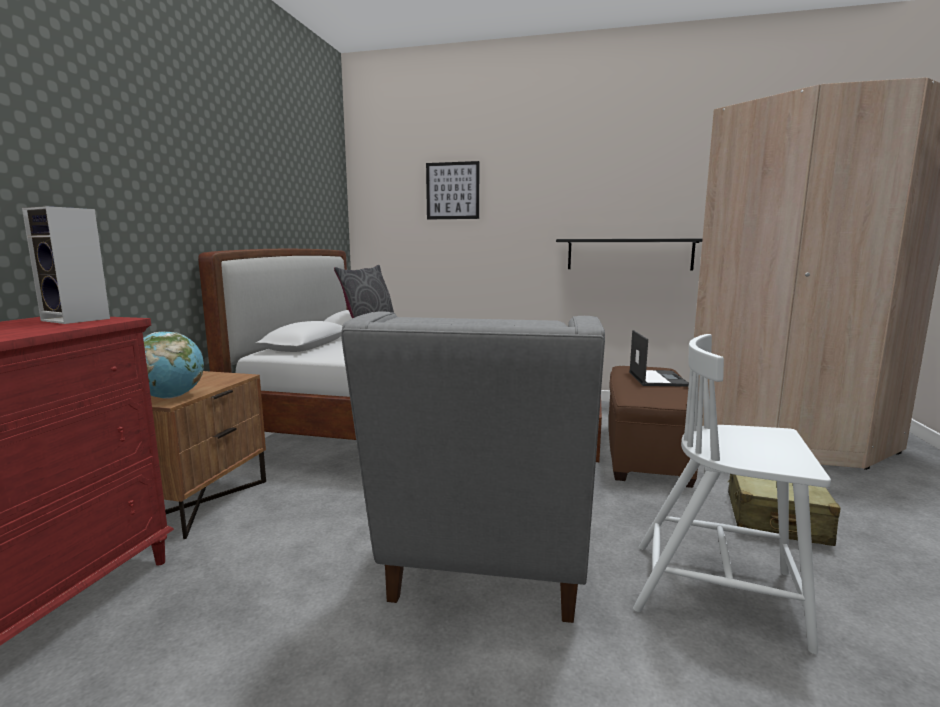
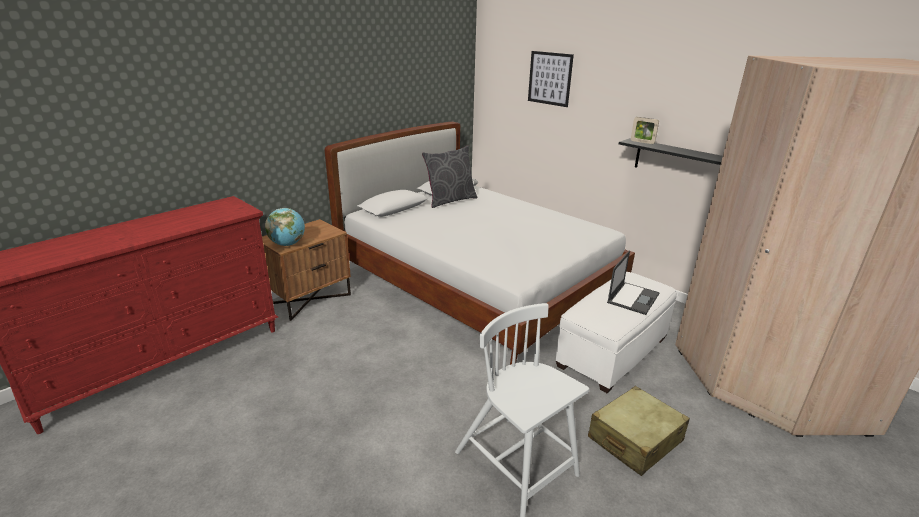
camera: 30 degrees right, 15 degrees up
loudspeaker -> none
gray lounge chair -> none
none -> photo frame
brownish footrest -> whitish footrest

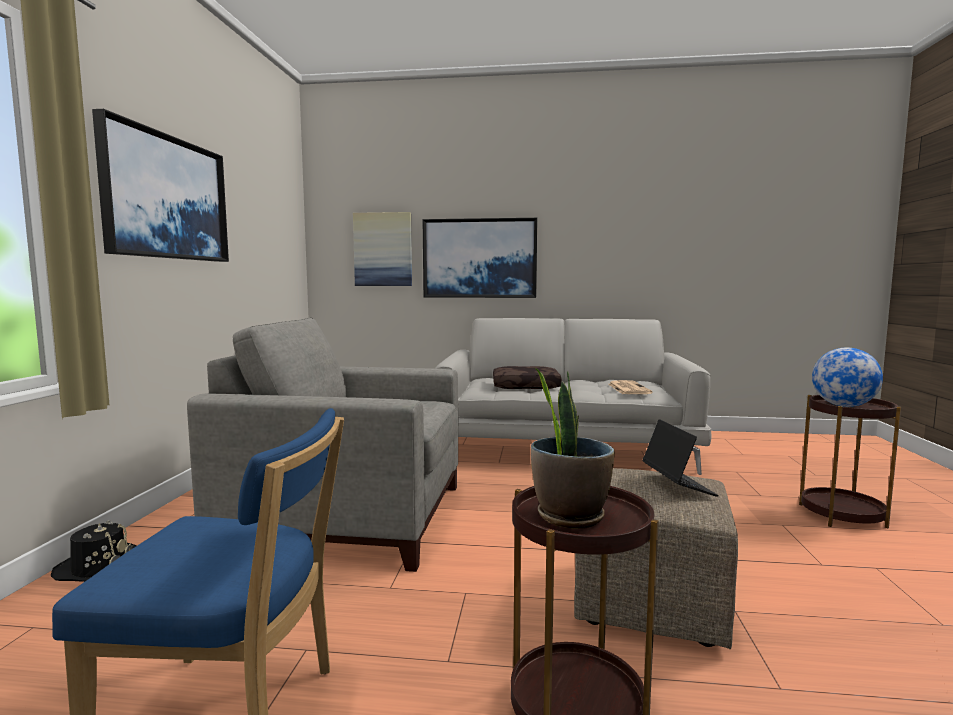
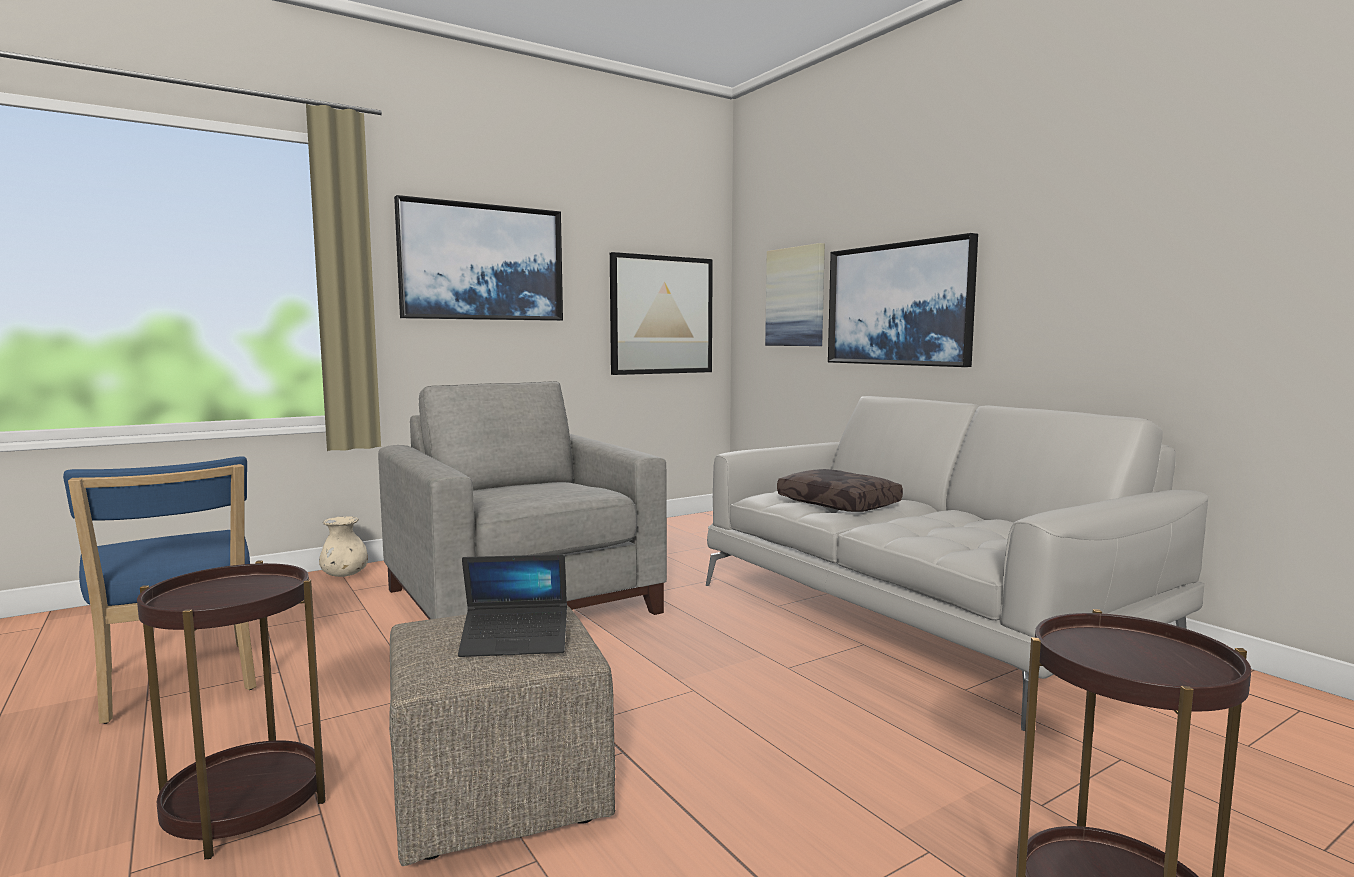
camera: 50 degrees right, 0 degrees up
houseplant -> none
daily paper -> none
desk globe -> none
none -> wall picture (no. 2 from left)
black wearable hat -> beige-coloured flower vase
laptop, 45 degrees clockwise

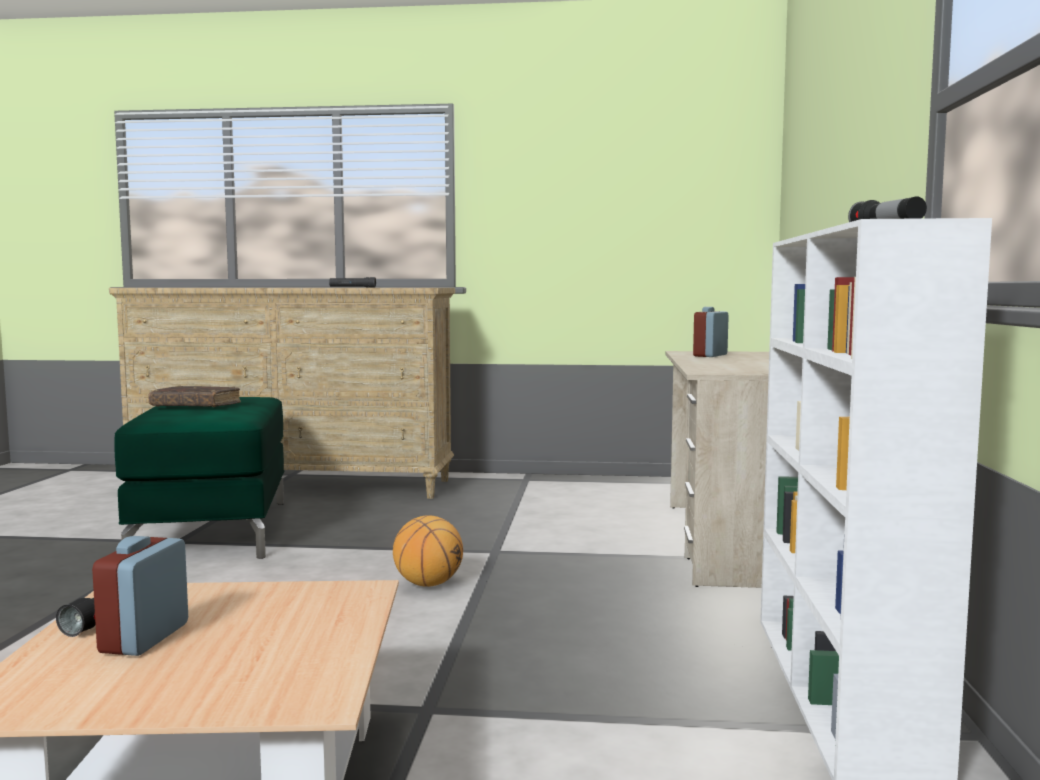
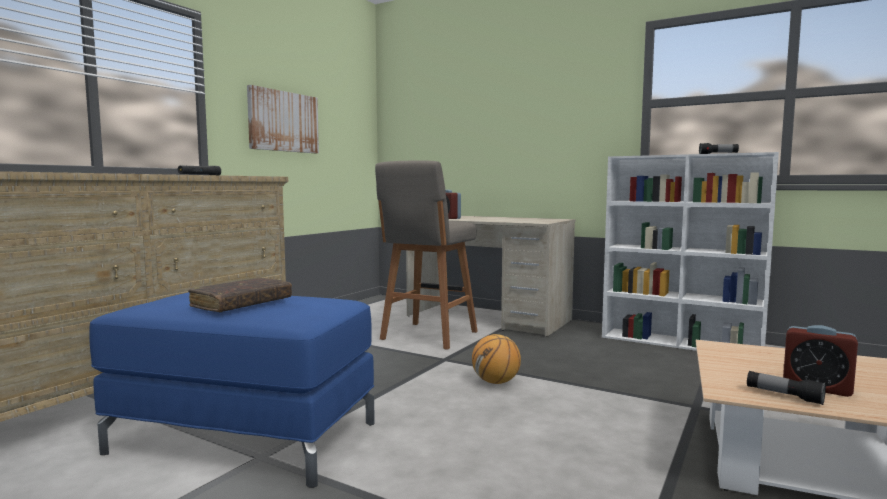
camera: 65 degrees left, 0 degrees up
none -> wall picture
none -> gray stool seat
green-coloured footrest -> blue-coloured footrest

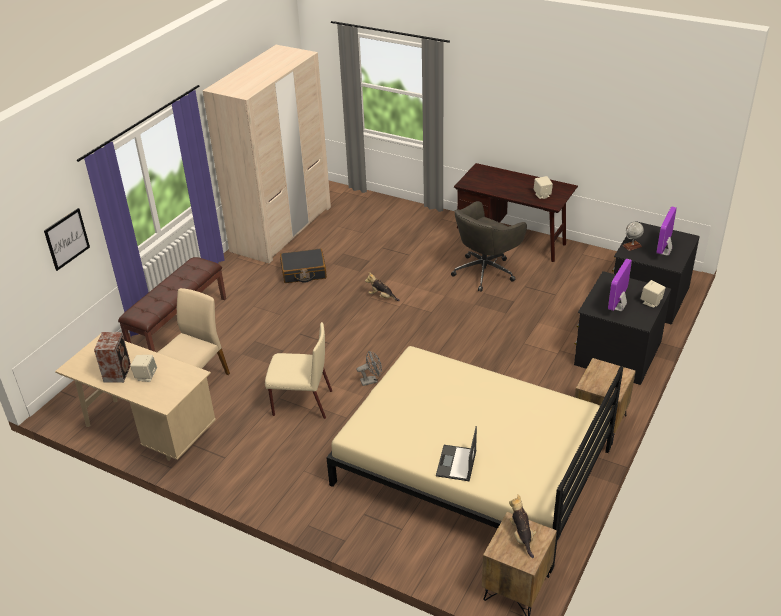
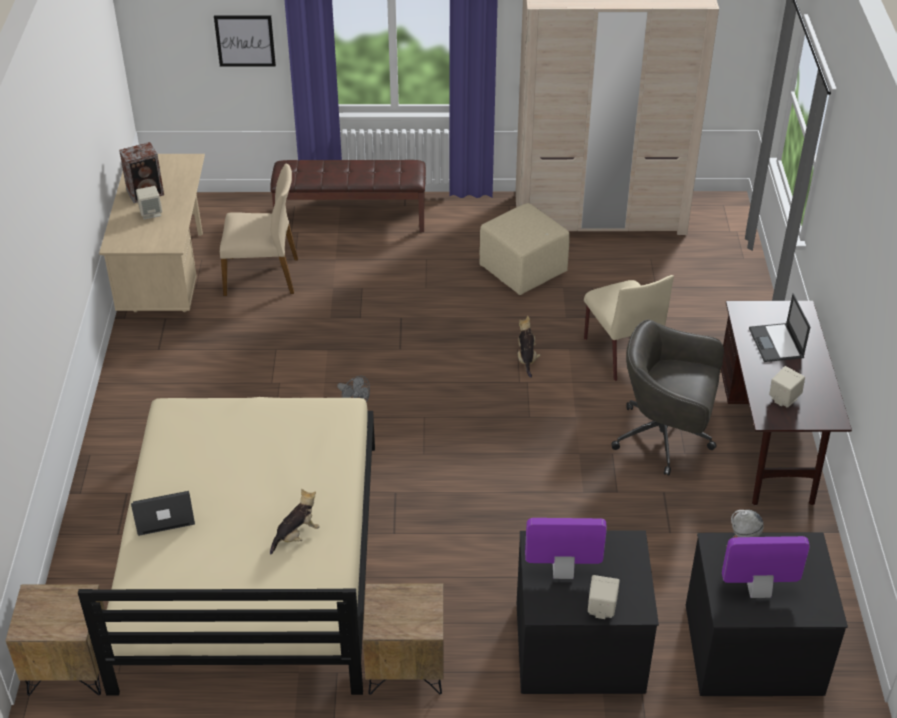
camera: 60 degrees right, 5 degrees up
none -> laptop (no. 2 from left)
beige-coloured upright chair (no. 2 from left), shifted
cuddly toy (no. 2 from left in the first image) -> cuddly toy (no. 1 from left), shifted
black travel case -> beige-coloured footrest

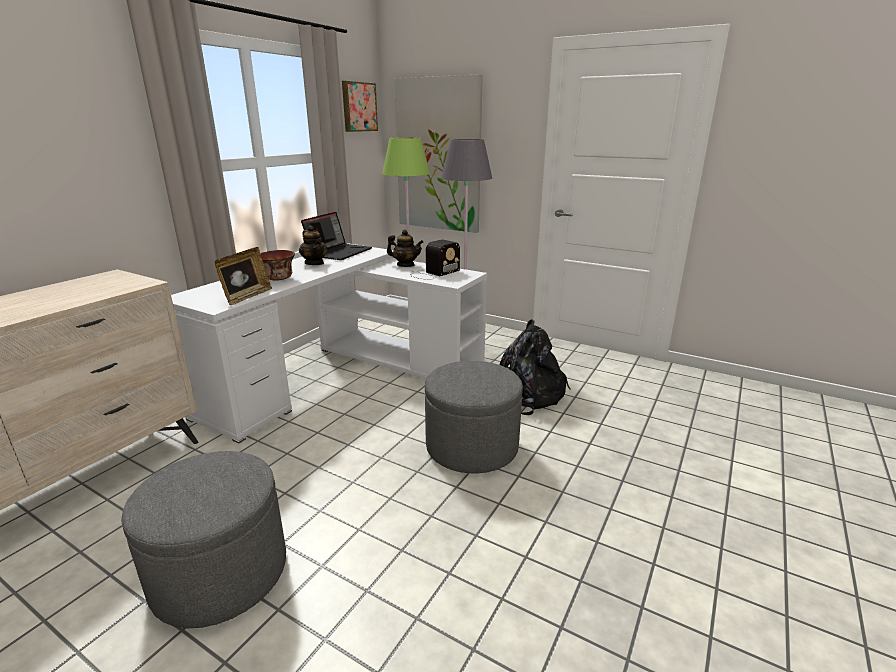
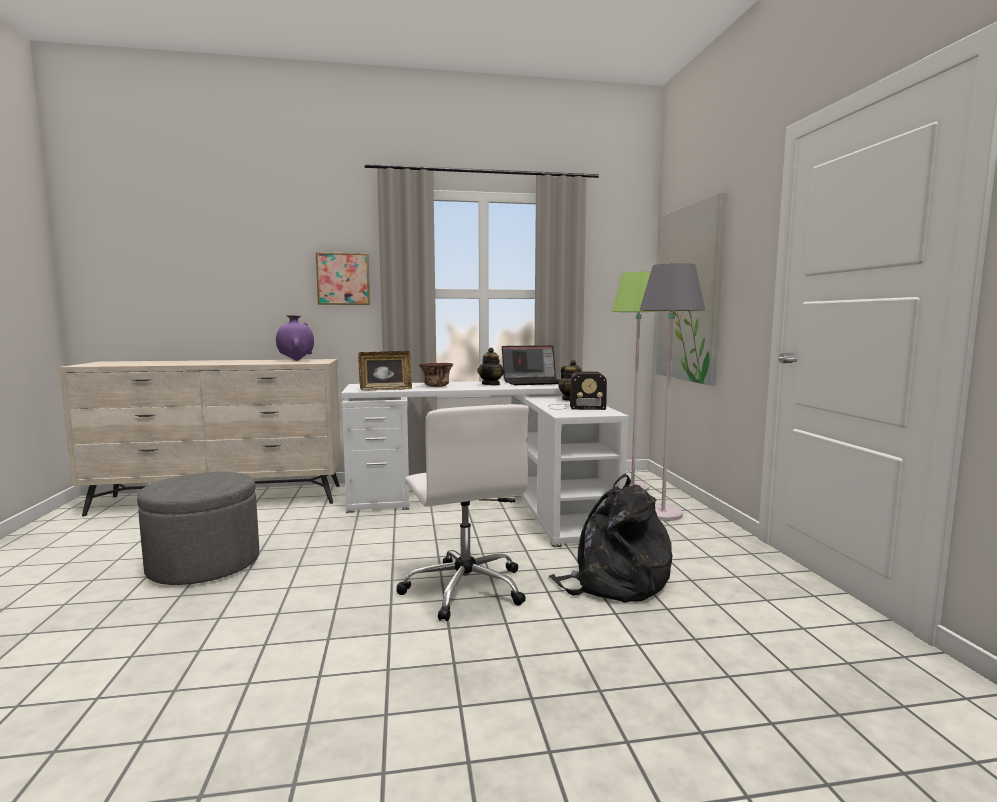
camera: 50 degrees right, 15 degrees down
none -> purplish flower vase
wall picture (no. 1 from left), shifted
gray footrest (no. 2 from left) -> whitish computer chair

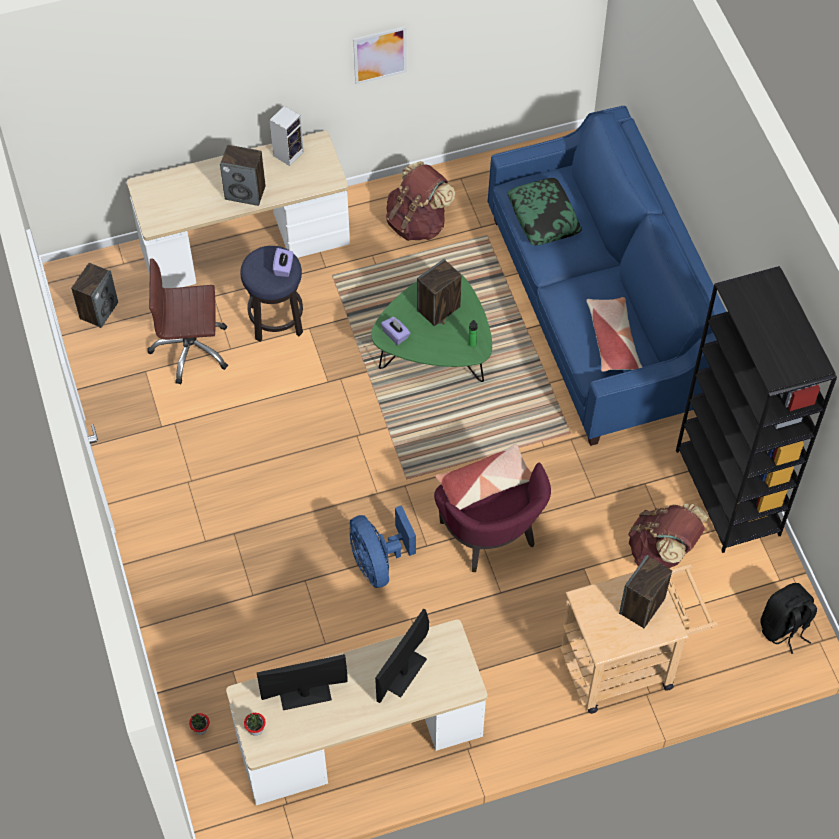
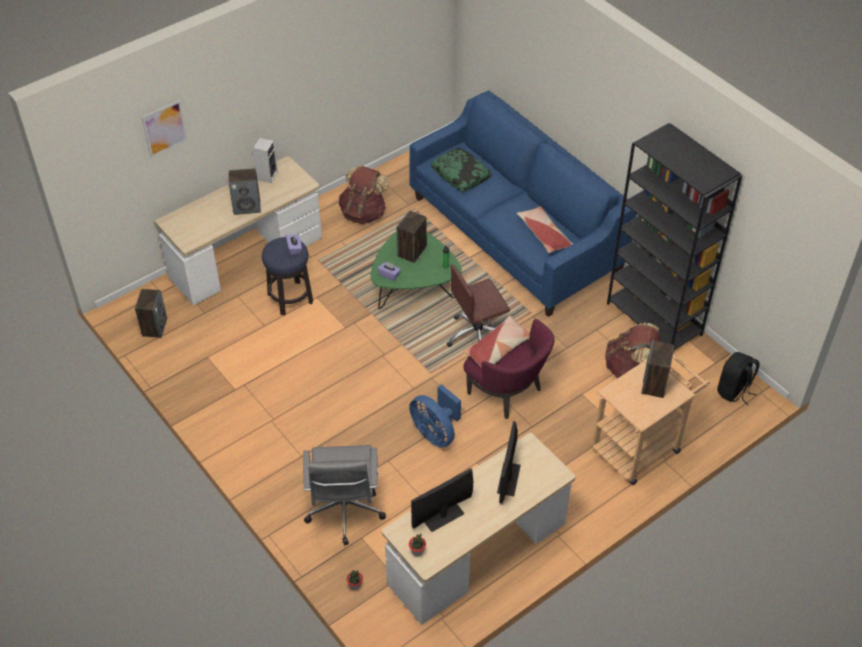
camera: 20 degrees left, 10 degrees down
none -> gray computer chair
brownish computer chair, shifted
wall picture, shifted

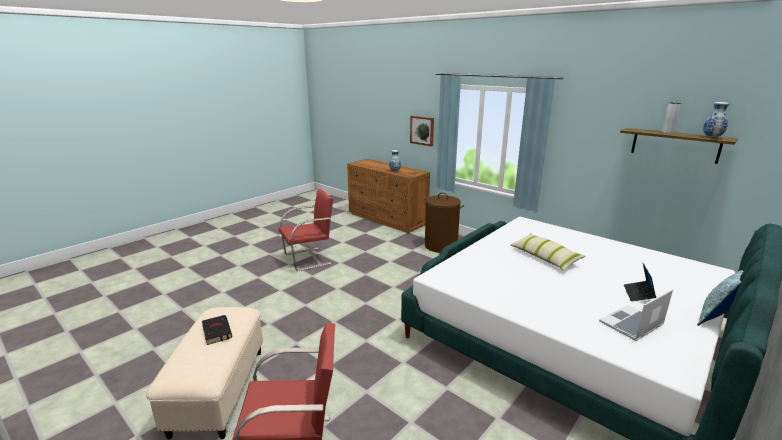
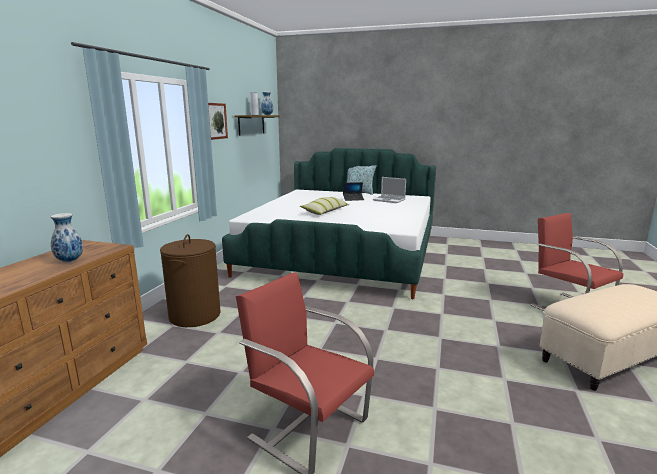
camera: 115 degrees left, 5 degrees down
black book -> none
wall picture, shifted

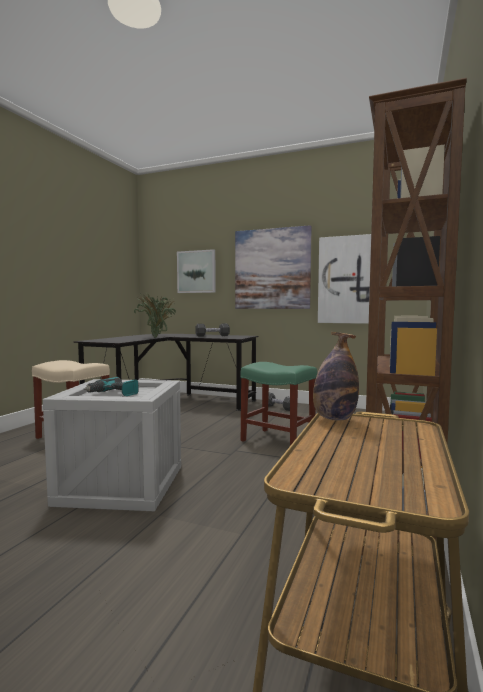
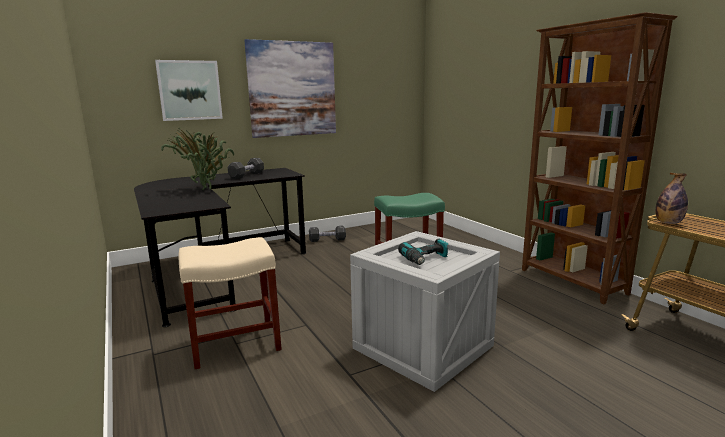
camera: 50 degrees left, 10 degrees up
wall picture (no. 3 from left) -> none

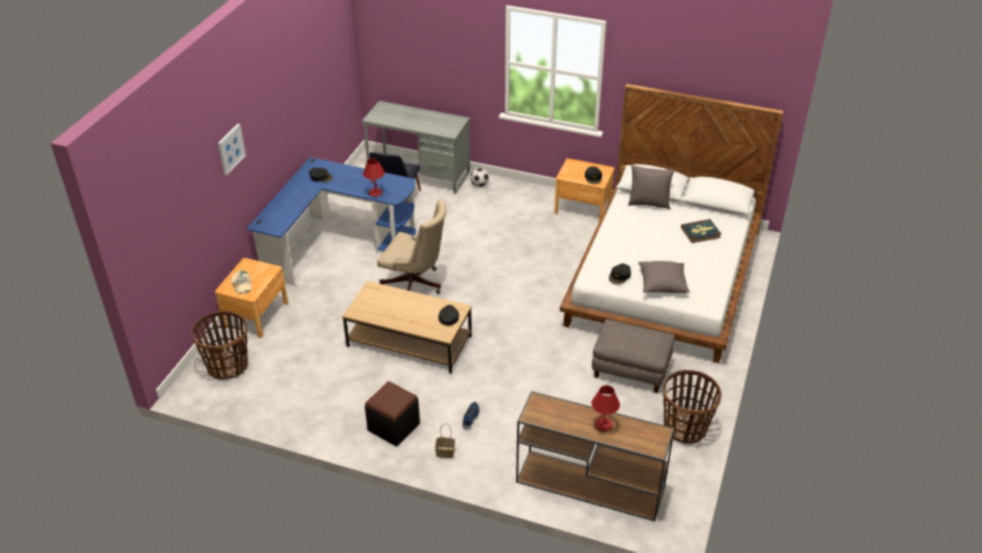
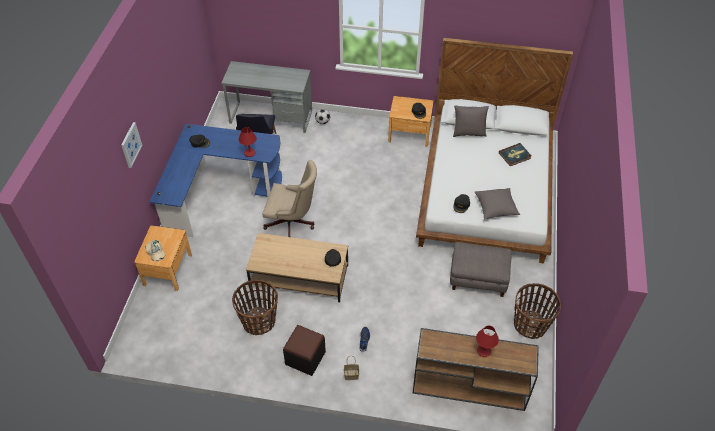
camera: 10 degrees left, 10 degrees up
household basket (no. 1 from left), shifted

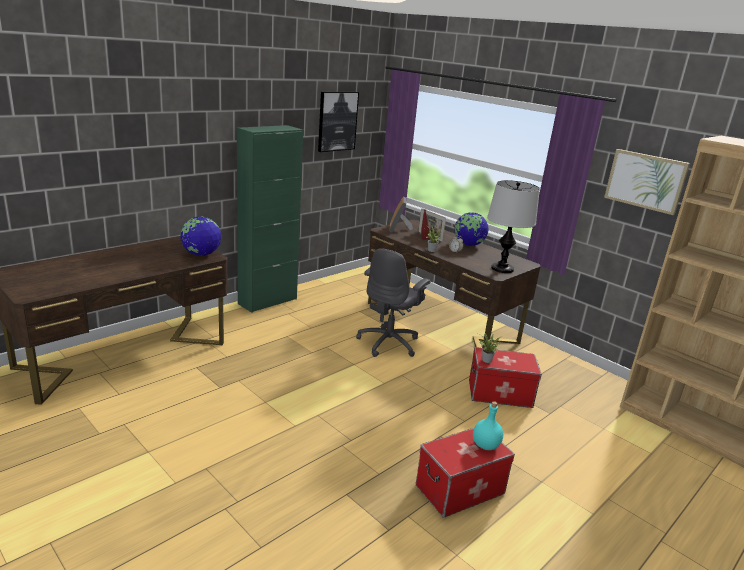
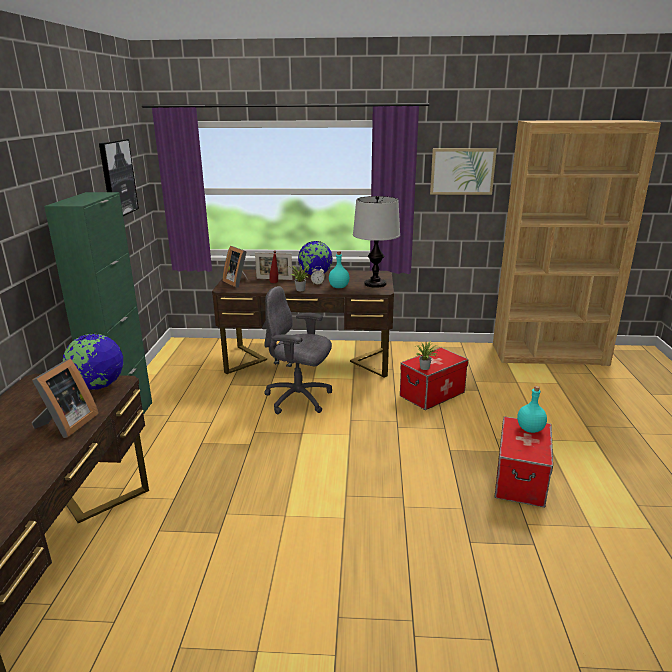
camera: 40 degrees left, 0 degrees up
none -> photo frame (no. 1 from left)
none -> turquoise drink bottle (no. 1 from left)
gray computer chair, 120 degrees clockwise

